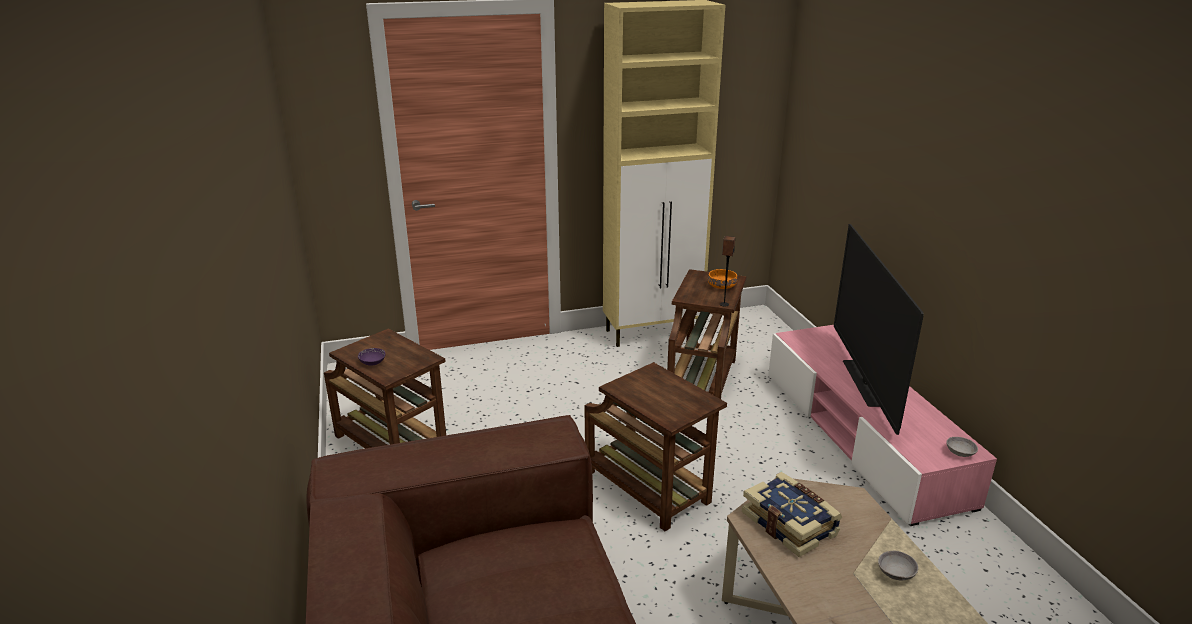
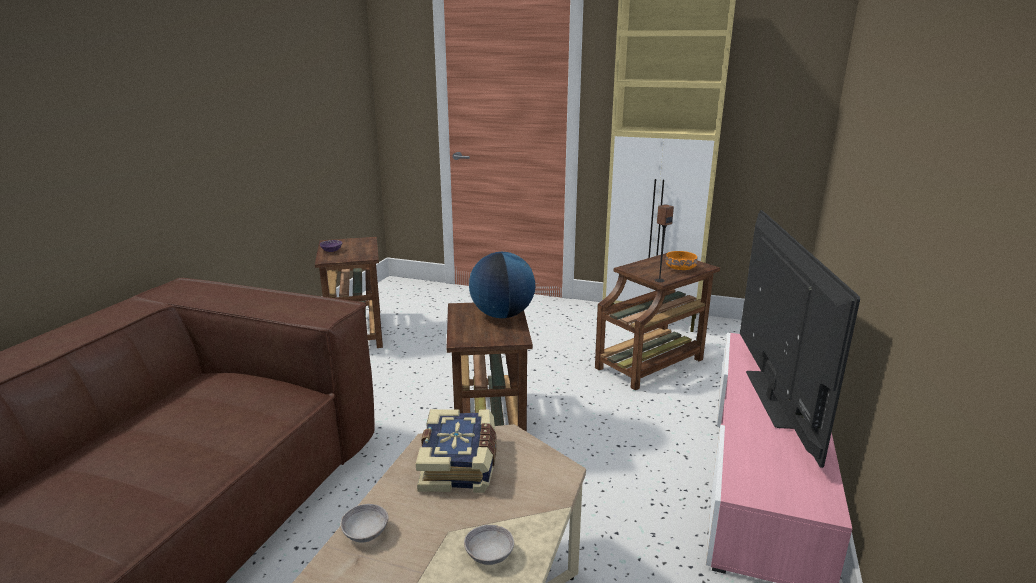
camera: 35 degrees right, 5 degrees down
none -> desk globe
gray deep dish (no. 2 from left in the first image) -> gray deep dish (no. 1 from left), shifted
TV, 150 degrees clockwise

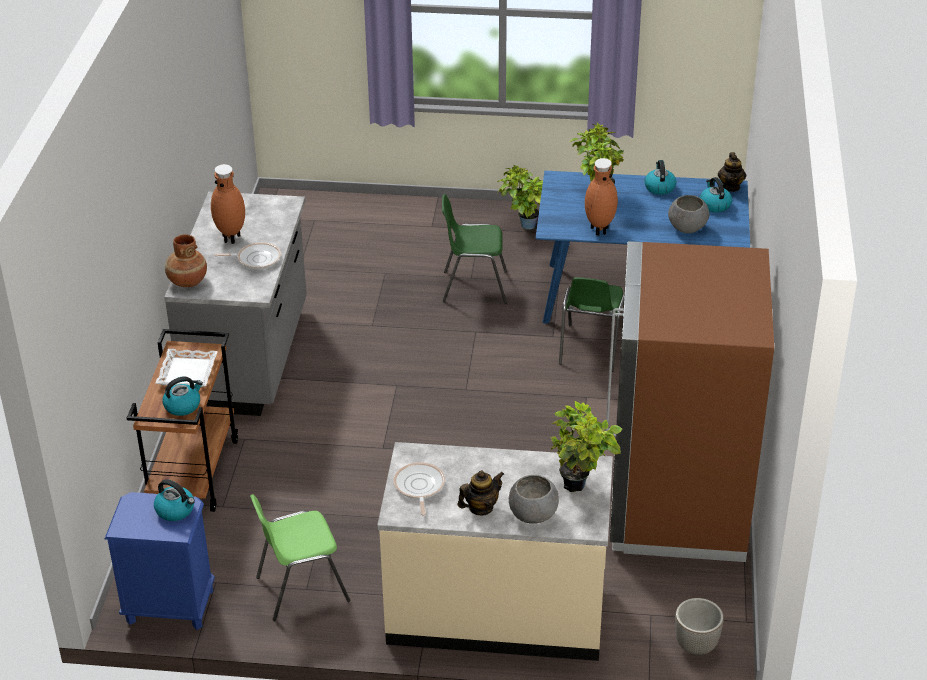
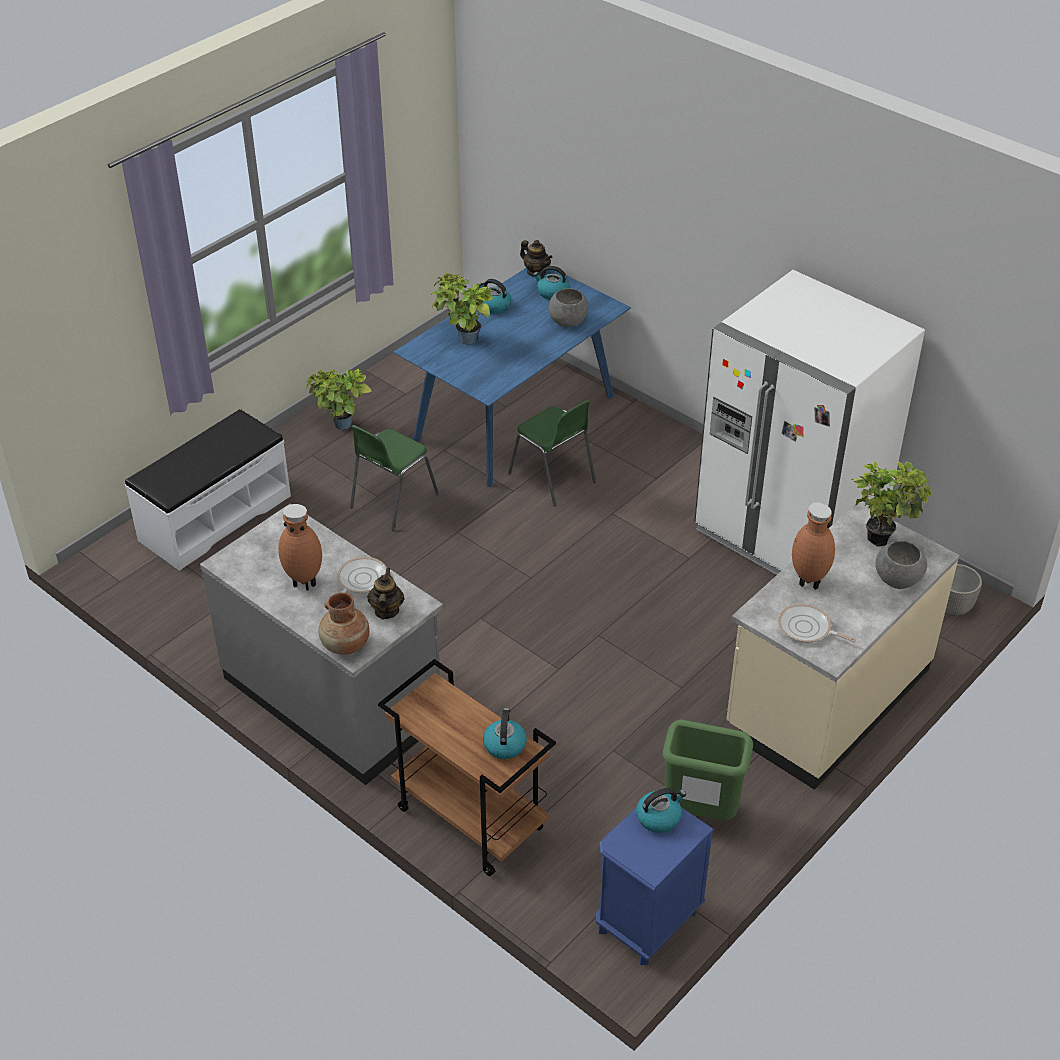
camera: 55 degrees left, 5 degrees up
whitish carrying tray -> none
none -> whitish indoor bench
teapot (no. 1 from left), shifted
brownish flower vase (no. 3 from left), shifted
green-coloured upright chair (no. 1 from left) -> green-coloured rubbish bin
brownish fridge -> whitish fridge

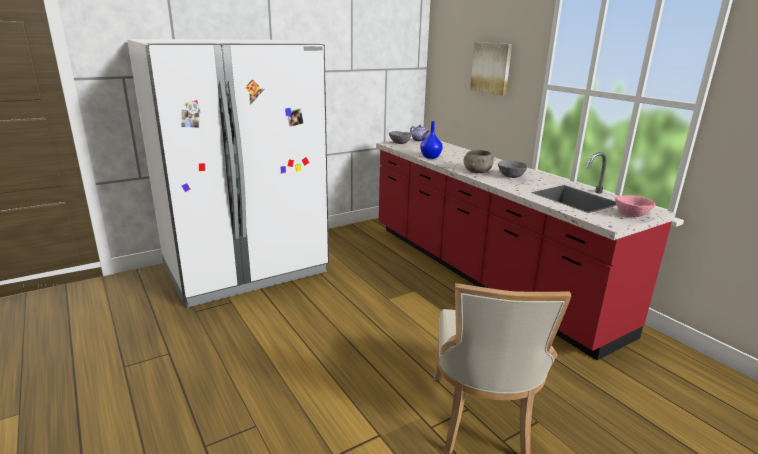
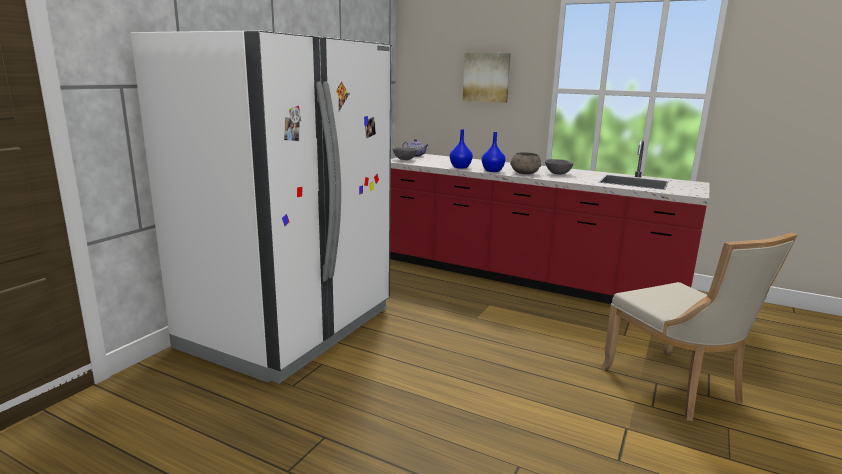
camera: 30 degrees left, 5 degrees down
pink-coloured deep dish -> none
none -> blue-coloured flower vase (no. 2 from left)

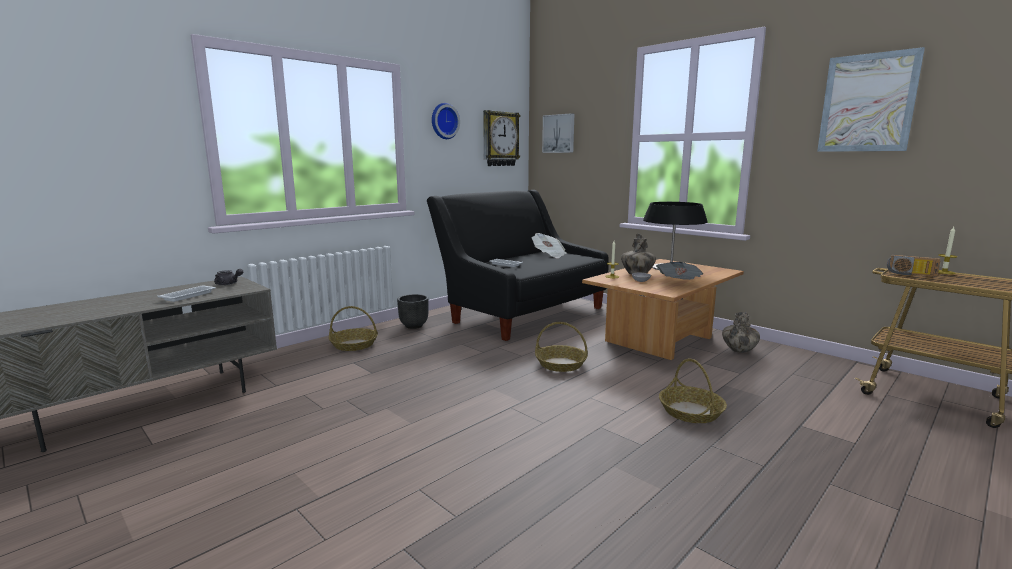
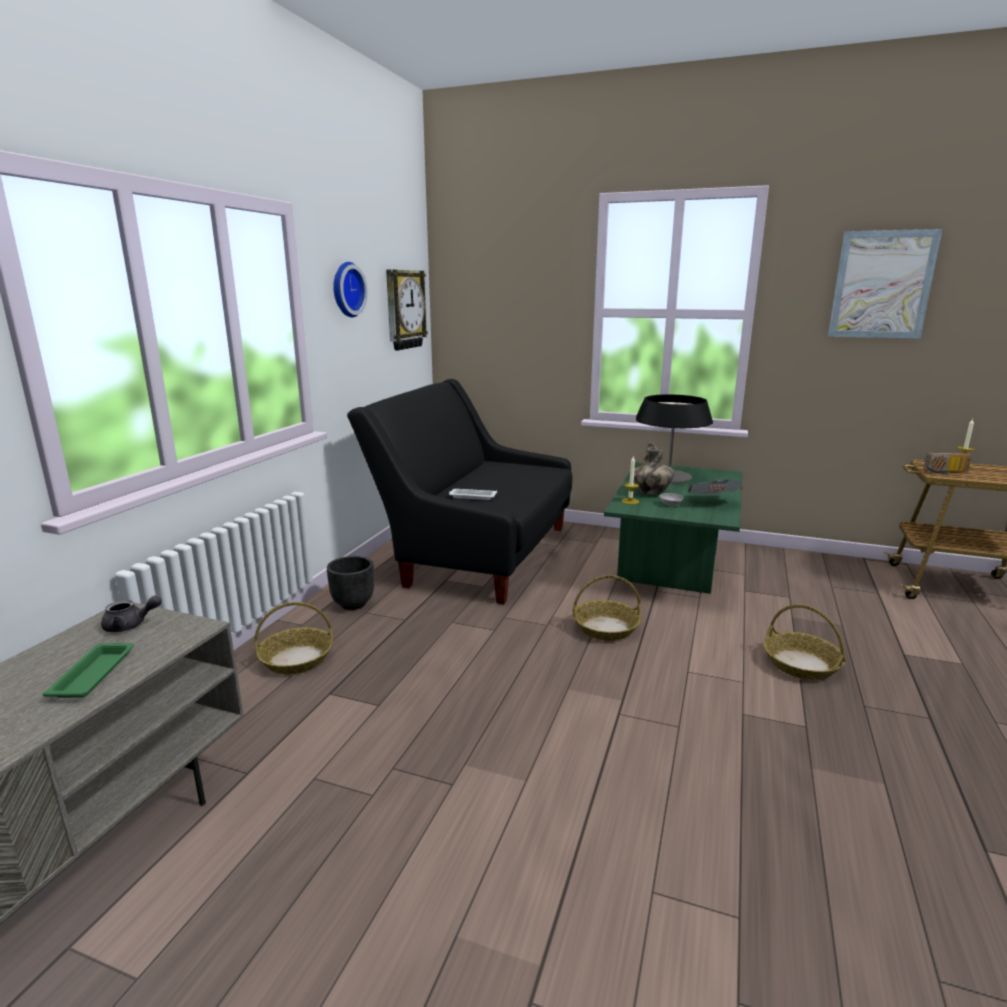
camera: 25 degrees left, 5 degrees up
daily paper (no. 1 from left) -> none
wall picture (no. 1 from left) -> none
flower vase (no. 2 from left) -> none
whitish carrying tray (no. 1 from left) -> green-coloured carrying tray
brownish low table -> green-coloured low table

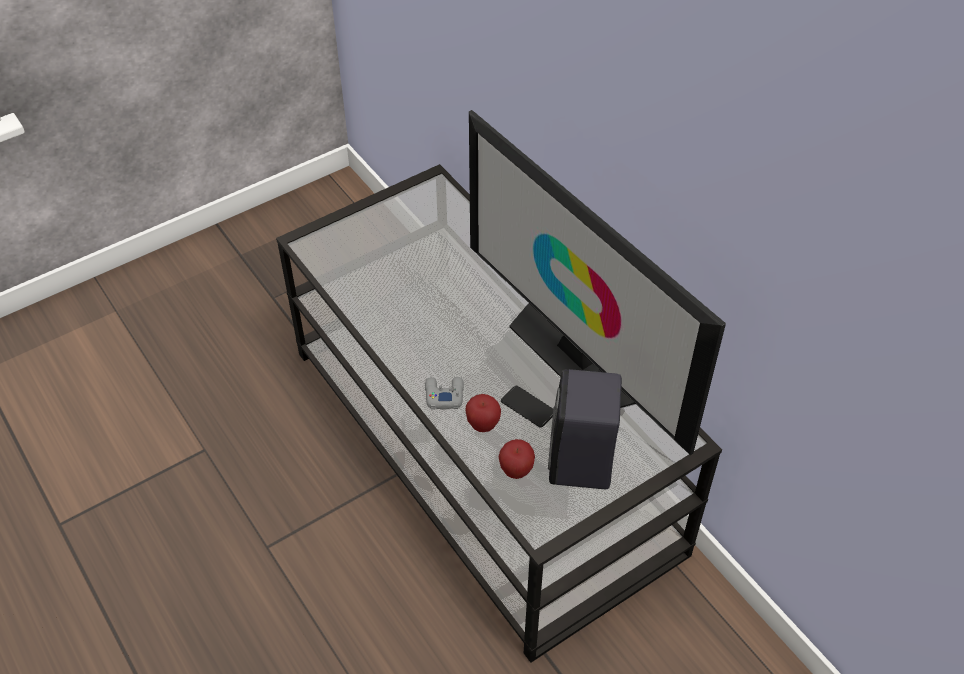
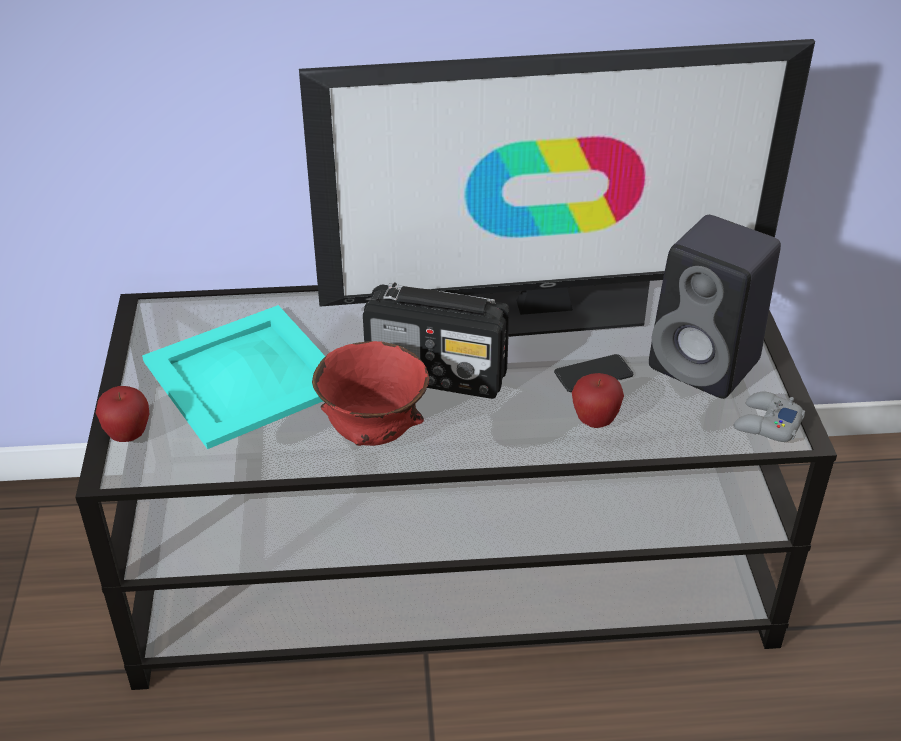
camera: 60 degrees left, 10 degrees down
none -> turquoise carrying tray
none -> red deep dish
none -> radio receiver
gray gamepad, shifted
apple fruit (no. 2 from left in the first image) -> apple fruit (no. 1 from left), shifted

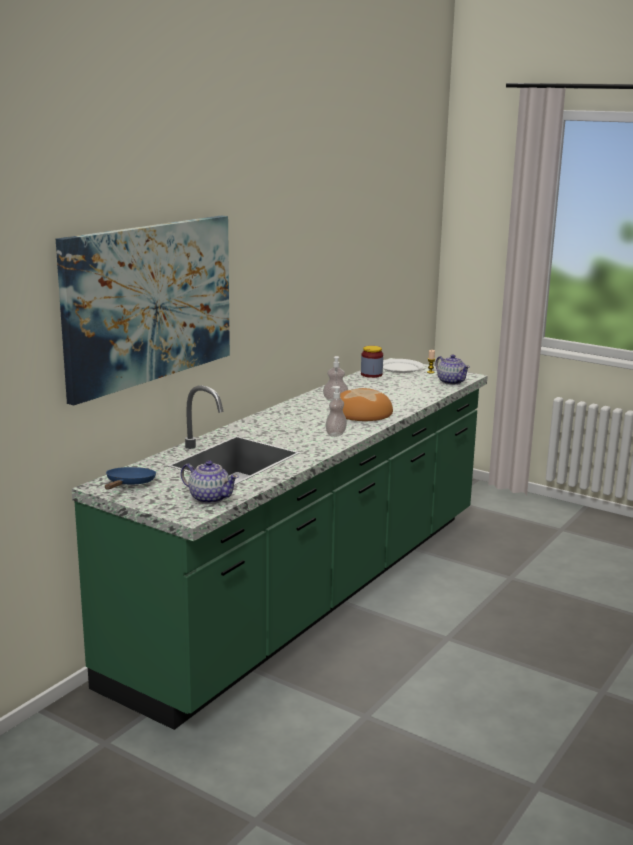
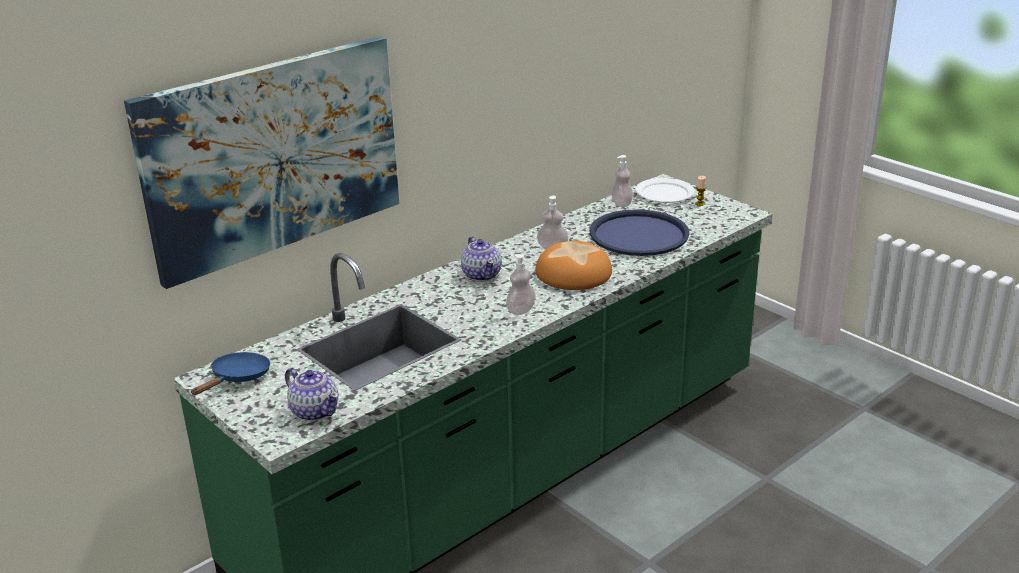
camera: 15 degrees right, 10 degrees up
none -> blue-coloured carrying tray
teapot (no. 2 from left), shifted
preserve jar -> soap dispenser (no. 3 from left)

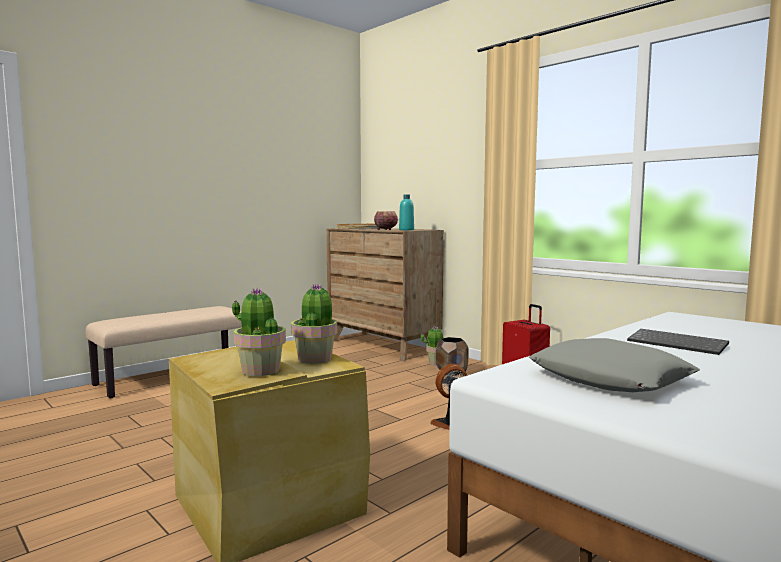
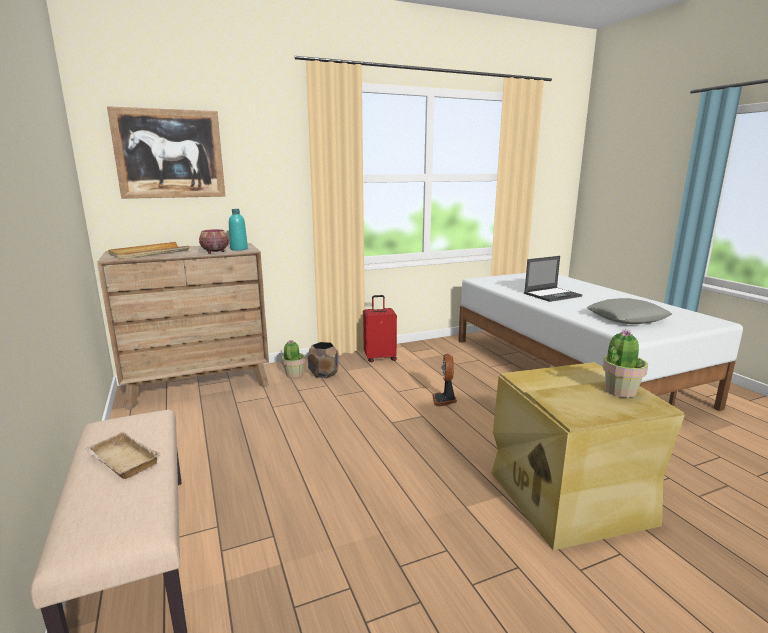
camera: 70 degrees left, 10 degrees up
houseplant (no. 2 from left) -> none
none -> beige-coloured carrying tray (no. 1 from left)
none -> wall picture
computer keyboard -> laptop

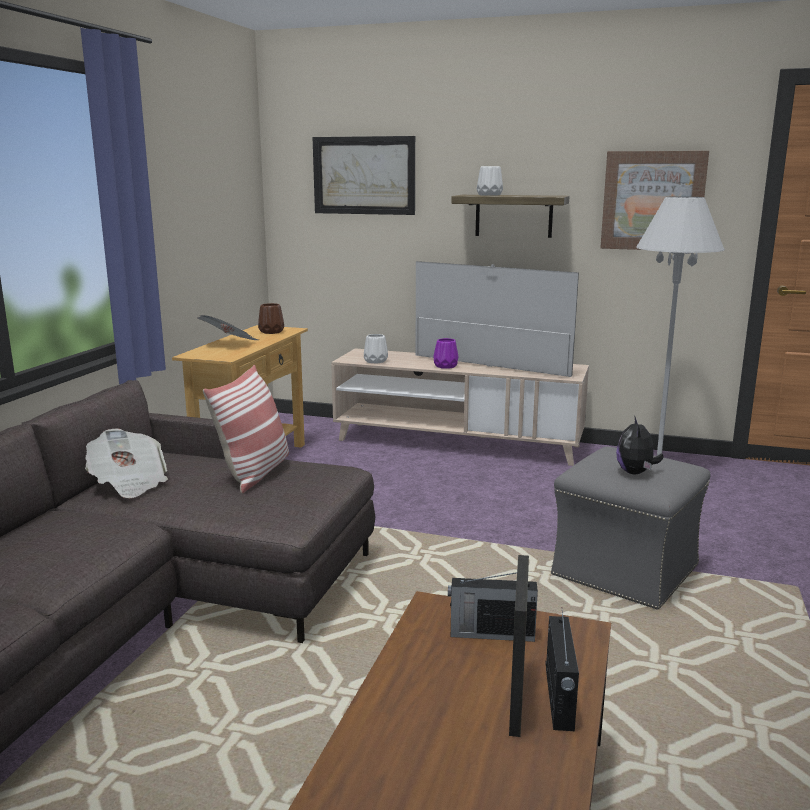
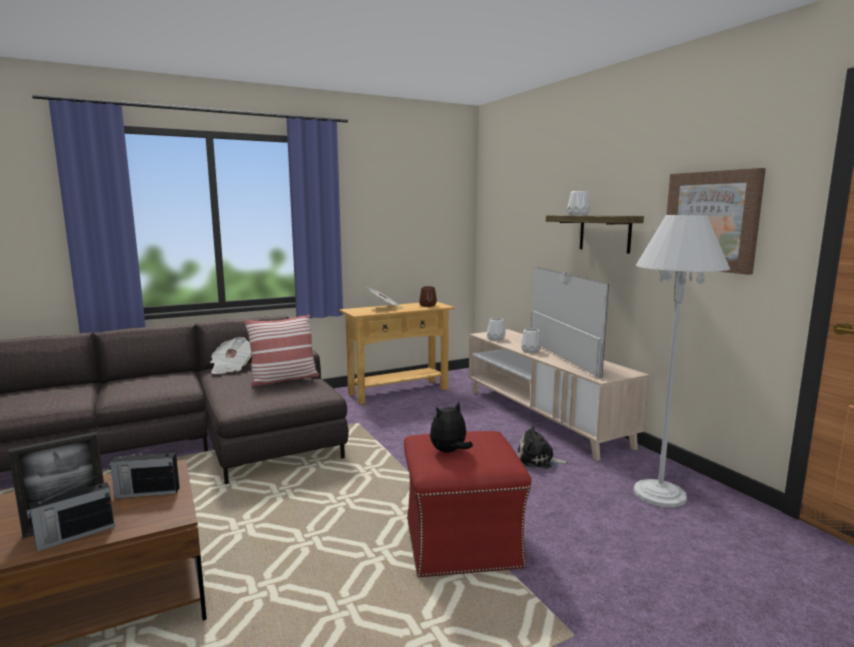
camera: 45 degrees right, 5 degrees down
wall picture (no. 1 from left) -> none
none -> cuddly toy (no. 2 from left)
purplish flower vase -> whitish flower vase (no. 2 from left)
gray footrest -> red footrest
radio receiver (no. 1 from left in the first image) -> radio receiver (no. 2 from left), 60 degrees counterclockwise

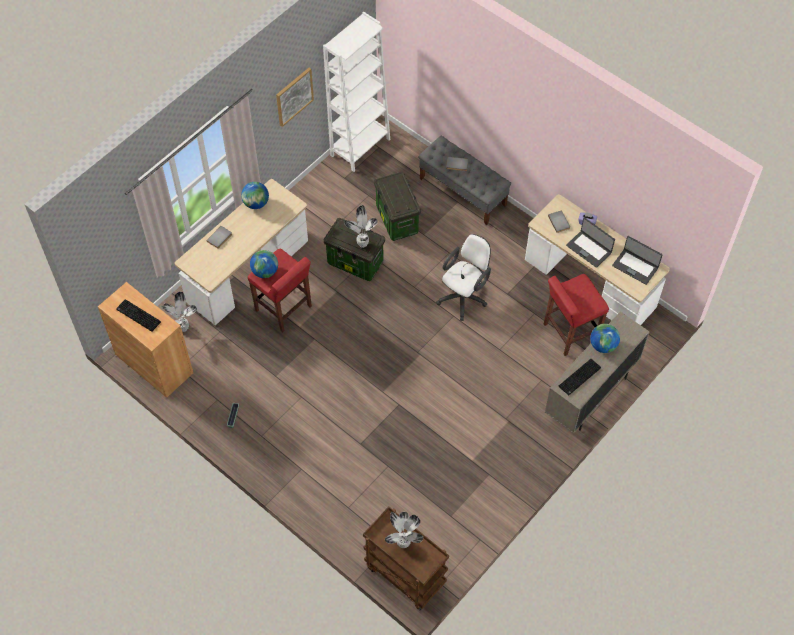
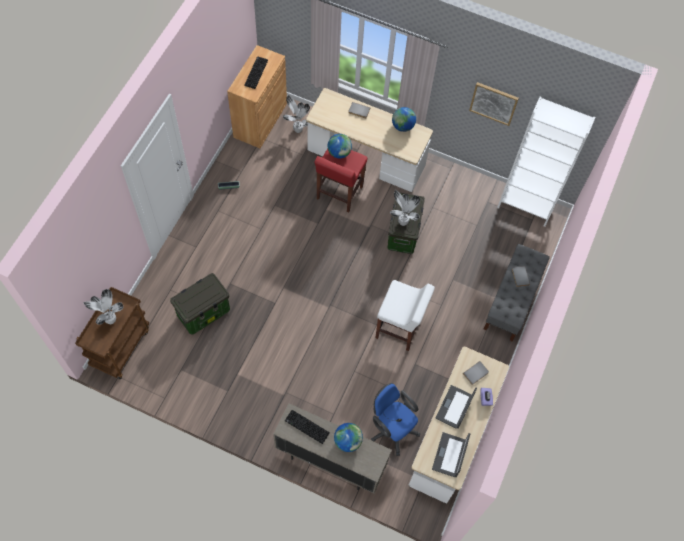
camera: 70 degrees right, 5 degrees up
storage container (no. 2 from left in the first image) -> storage container (no. 1 from left), shifted
whitish computer chair -> whitish stool seat
red stool seat (no. 2 from left) -> blue-coloured computer chair

